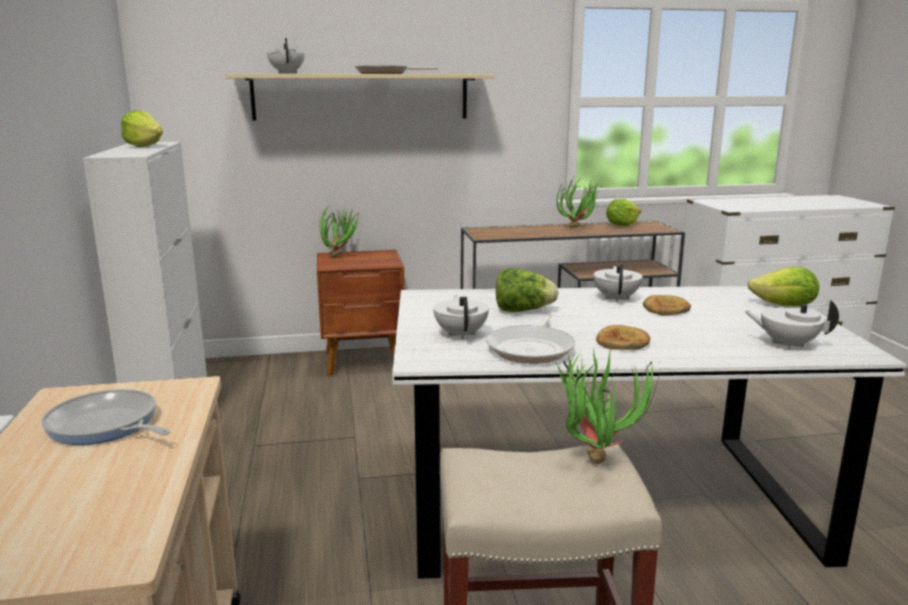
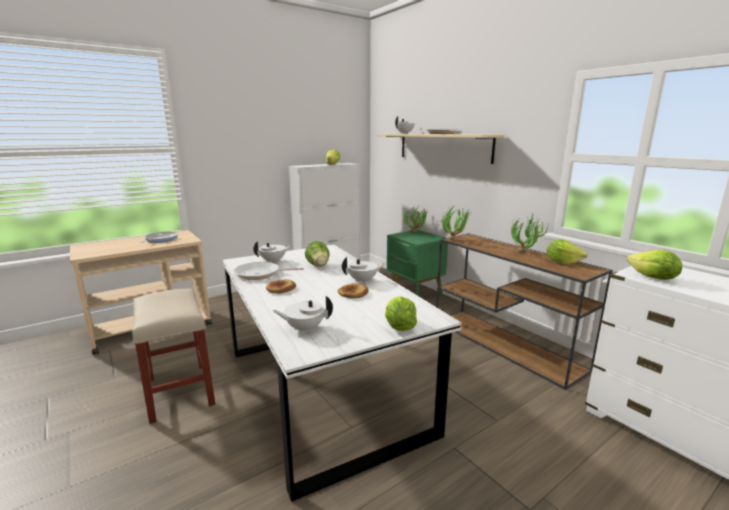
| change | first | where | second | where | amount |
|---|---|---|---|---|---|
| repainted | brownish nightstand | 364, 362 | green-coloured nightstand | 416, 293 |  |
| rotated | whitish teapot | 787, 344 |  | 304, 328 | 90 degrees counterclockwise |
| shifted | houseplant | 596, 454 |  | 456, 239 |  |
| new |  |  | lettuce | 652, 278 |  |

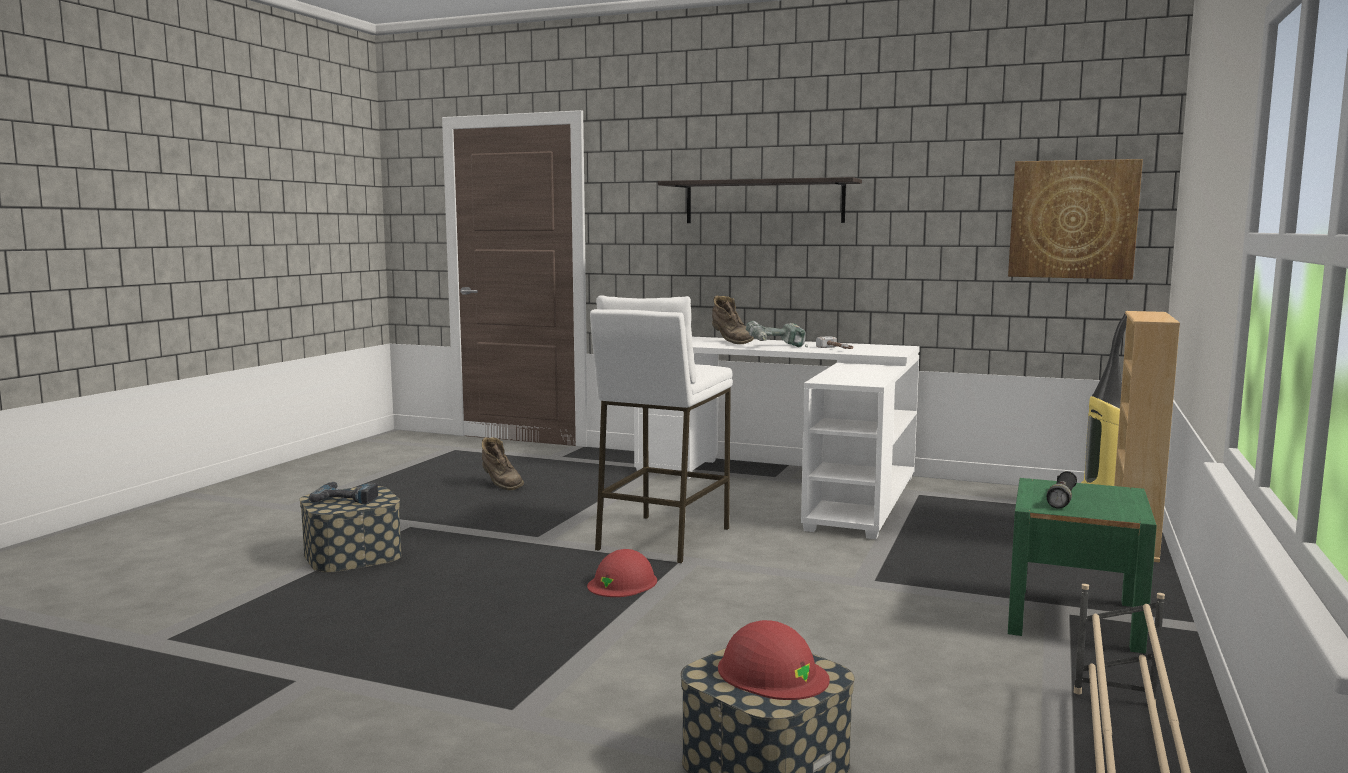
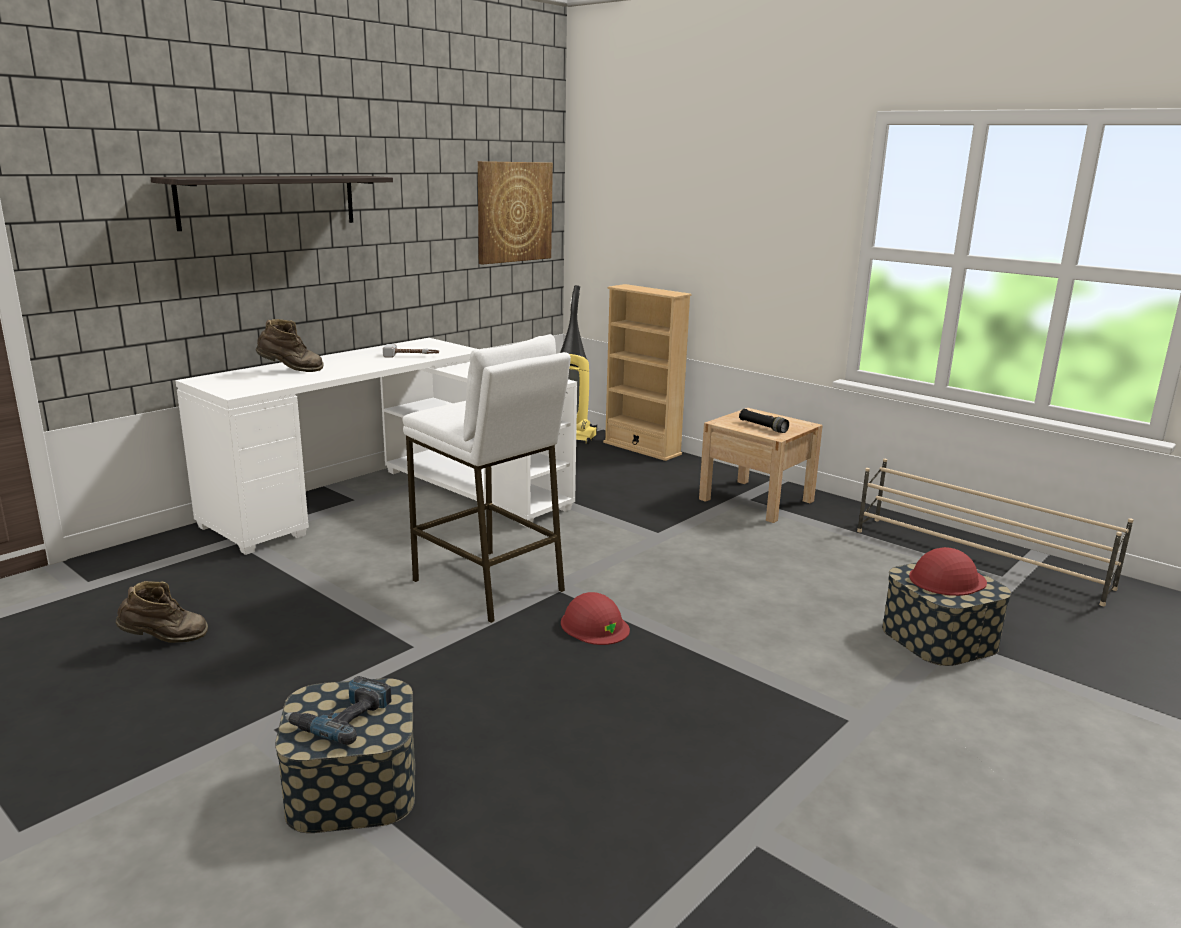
| change | first | where | second | where | amount |
|---|---|---|---|---|---|
| gone | drill | 777, 347 |  |  |  |
| repainted | green-coloured nightstand | 1073, 618 | beige-coloured nightstand | 756, 500 |  |

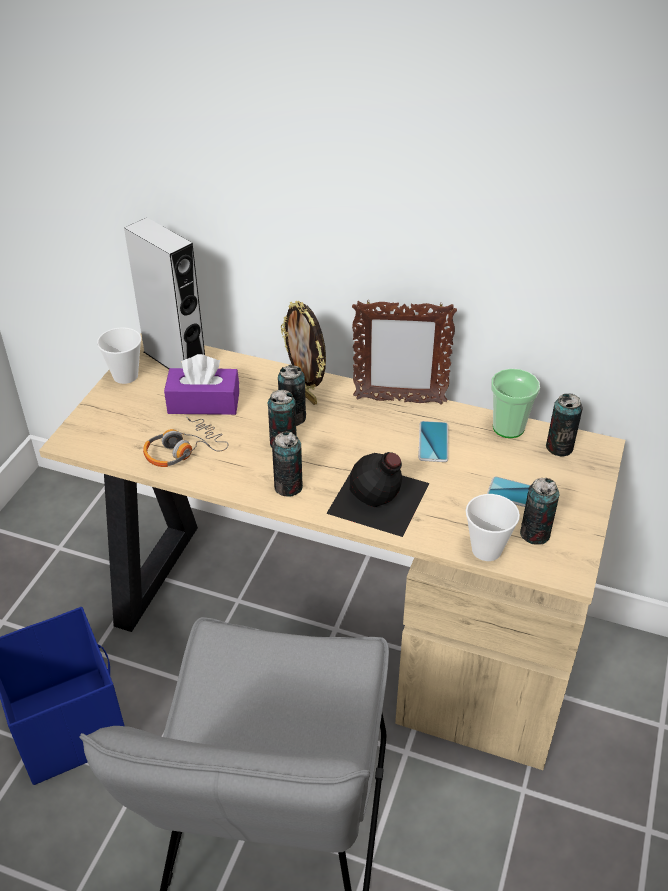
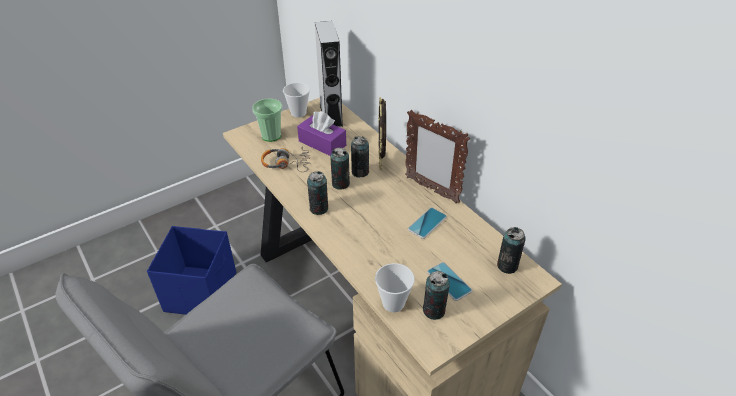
| change | first | where | second | where | amount |
|---|---|---|---|---|---|
| shifted | cup | 508, 428 |  | 271, 136 |  |
| gone | black bottle | 379, 499 |  |  |  |

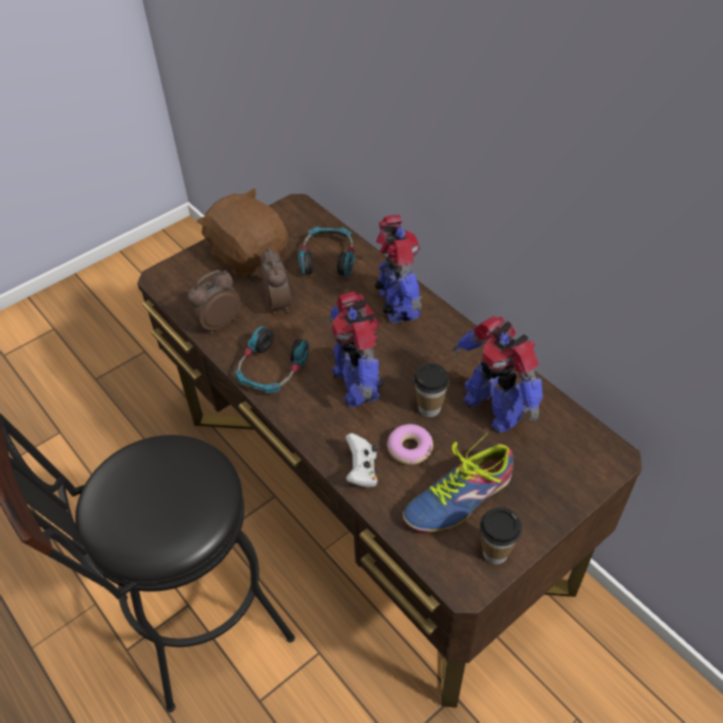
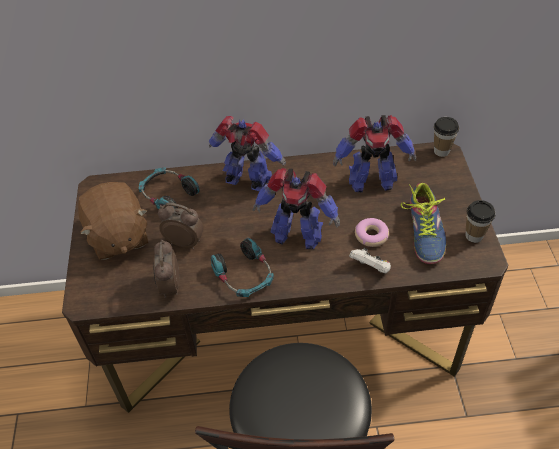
| change | first | where | second | where | amount |
|---|---|---|---|---|---|
| rotated | brownish soft toy | 249, 255 |  | 117, 237 | 105 degrees counterclockwise |
| shifted | cup | 429, 408 |  | 441, 151 |  |

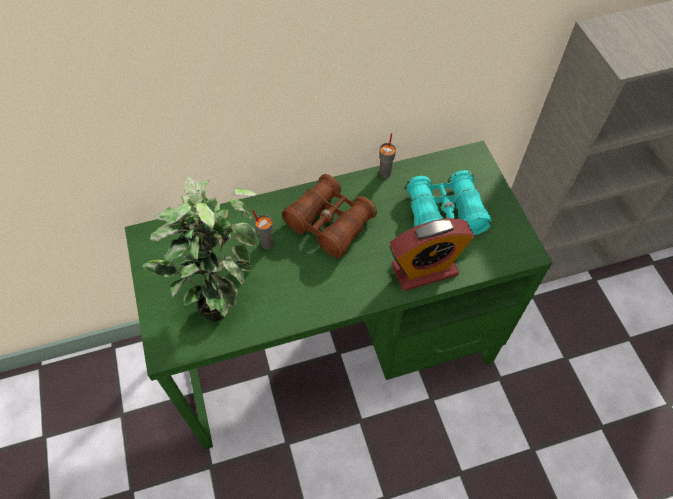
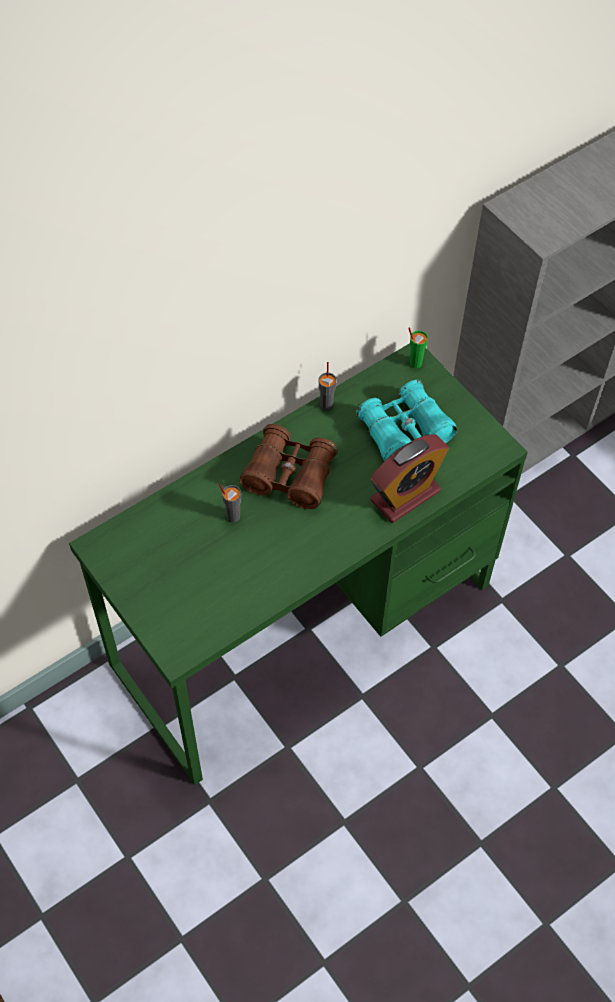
| change | first | where | second | where | amount |
|---|---|---|---|---|---|
| gone | houseplant | 220, 294 |  |  |  |
| new |  |  | green-coloured cup | 415, 363 |  |

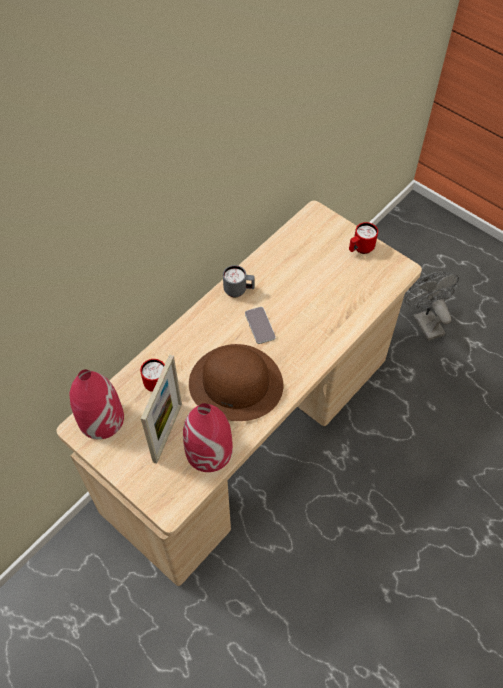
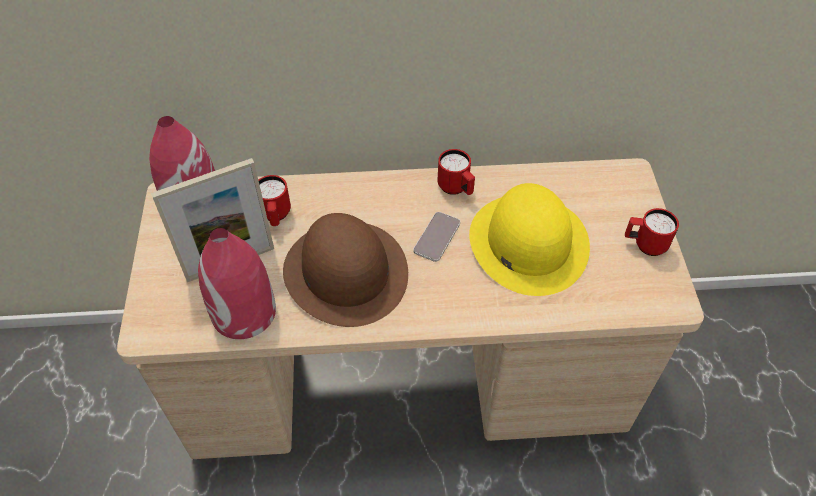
| change | first | where | second | where | amount |
|---|---|---|---|---|---|
| repainted | grey mug | 239, 290 | red-coloured mug | 456, 189 |  |
| gone | grey cooling fan | 425, 321 |  |  |  |
| new |  |  | yellowish wearable hat | 528, 242 |  |

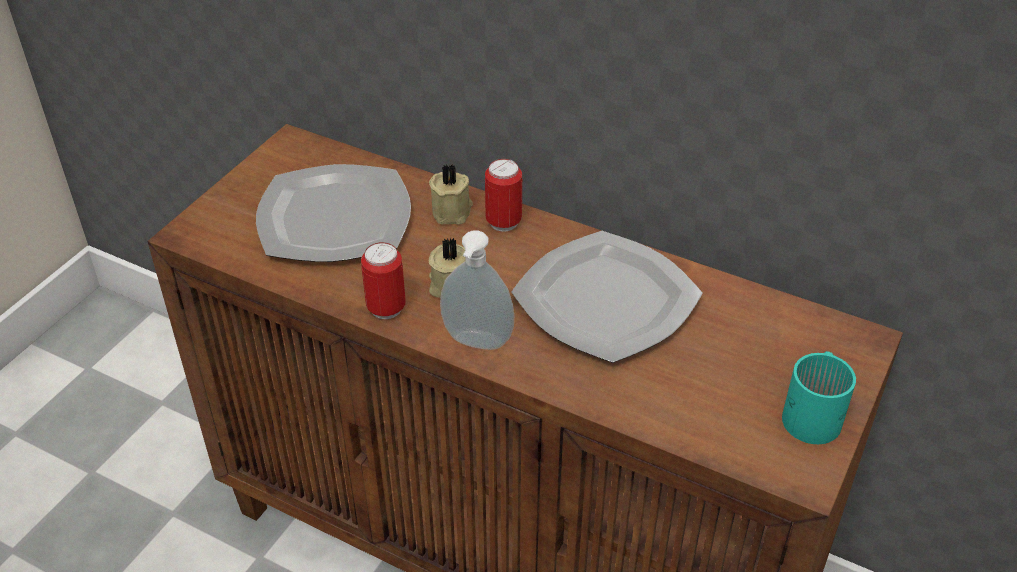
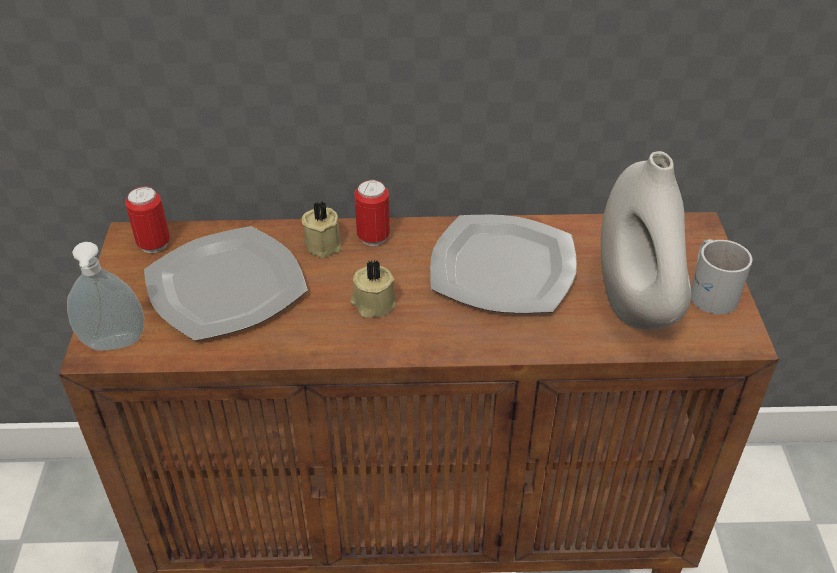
| change | first | where | second | where | amount |
|---|---|---|---|---|---|
| shifted | soap bottle | 476, 343 |  | 115, 345 |  |
| shifted | sealed can | 386, 308 |  | 154, 244 |  |
| repainted | blue-green mug | 816, 413 | whitish mug | 711, 290 |  |
| new |  |  | whitish vase | 635, 303 |  |

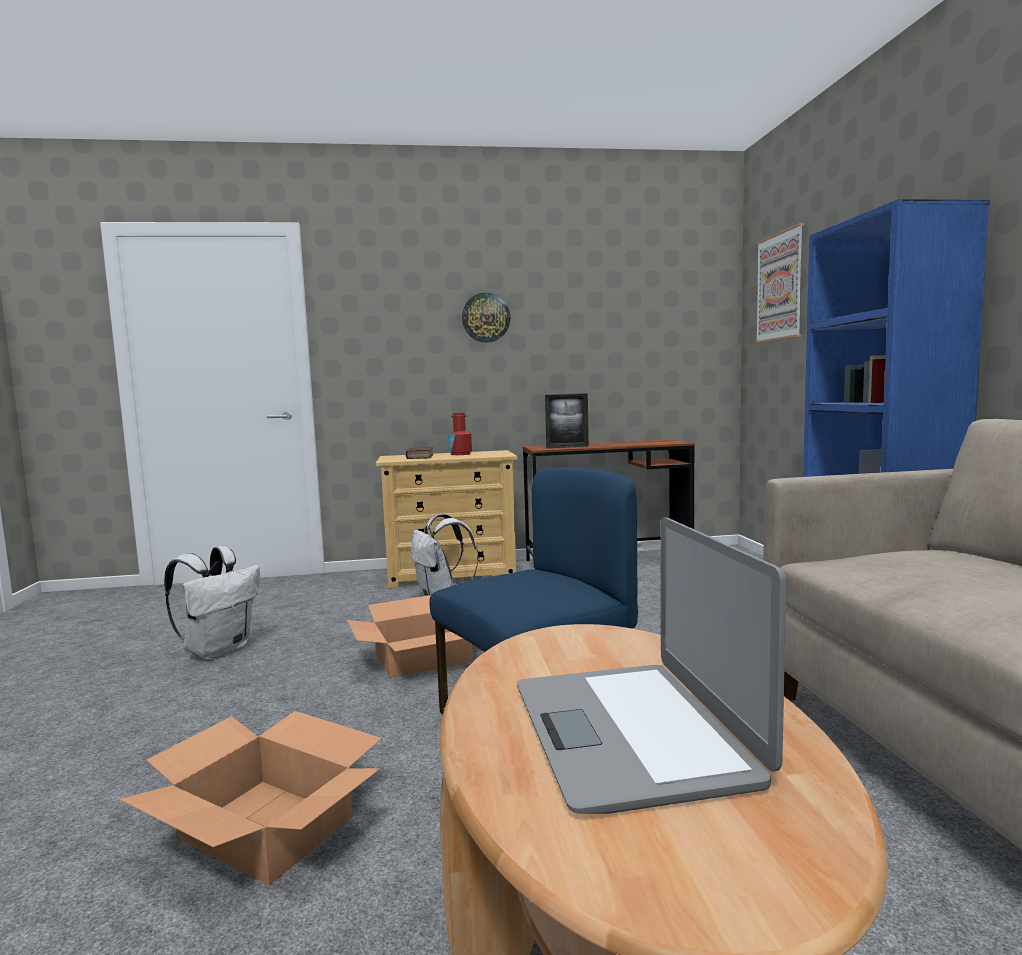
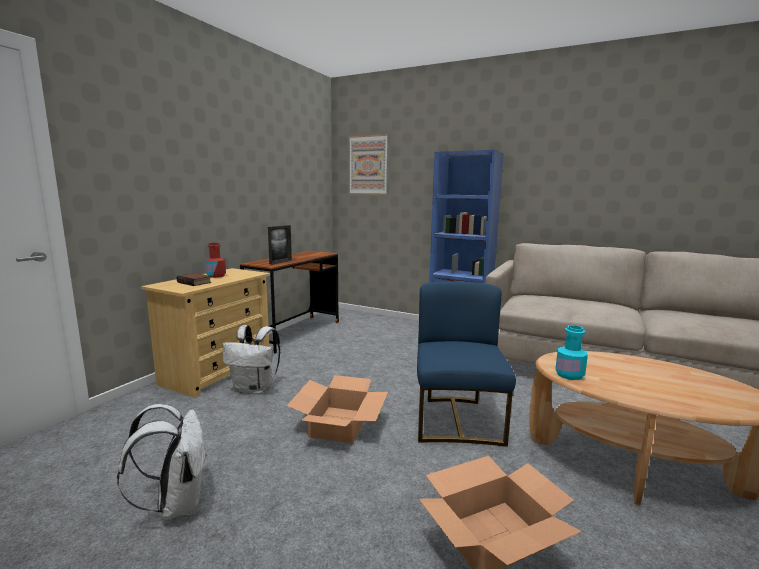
| change | first | where | second | where | amount |
|---|---|---|---|---|---|
| gone | clock on the wall | 486, 317 |  |  |  |
| gone | notebook computer | 632, 732 |  |  |  |
| new |  |  | blue-green bottle | 569, 375 |  |

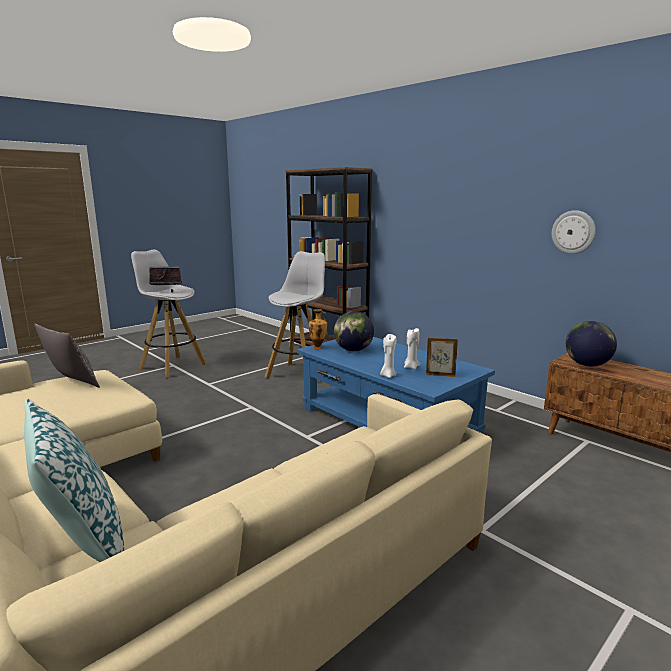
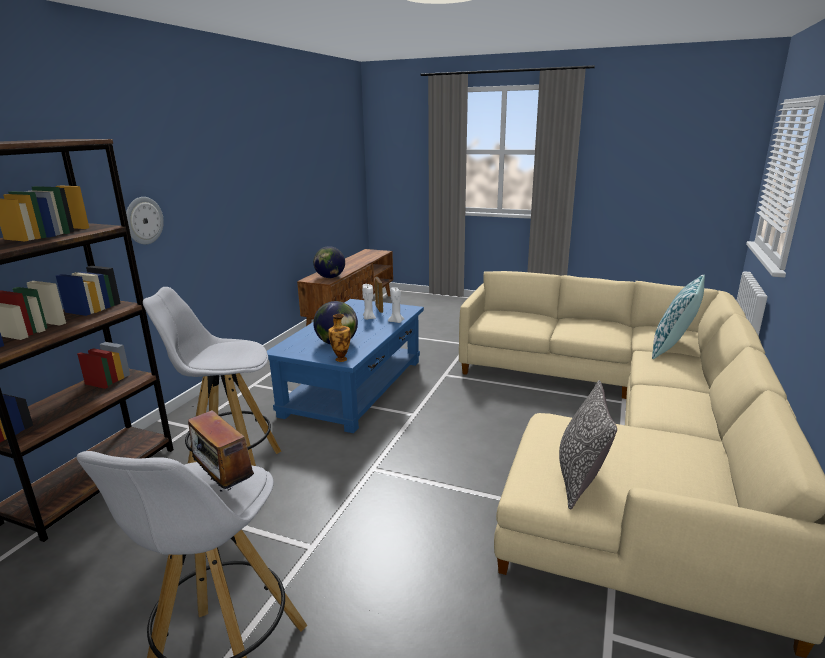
| change | first | where | second | where | amount |
|---|---|---|---|---|---|
| shifted | clock on the wall | 573, 232 |  | 143, 220 |  |

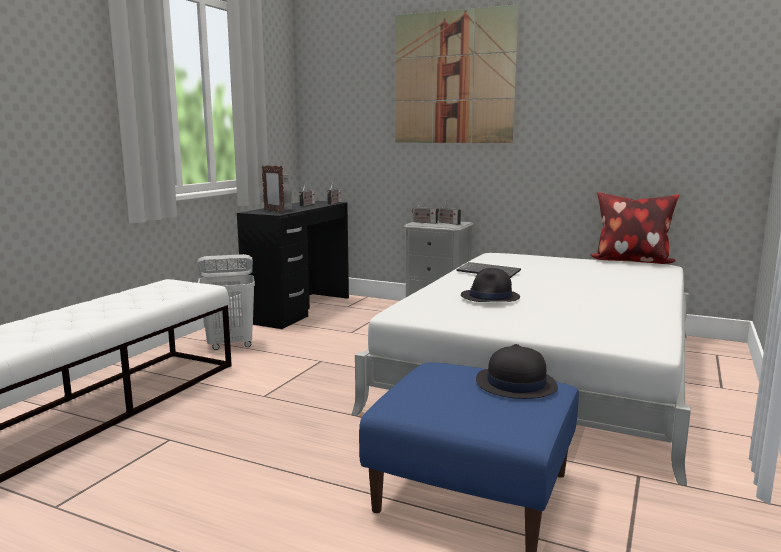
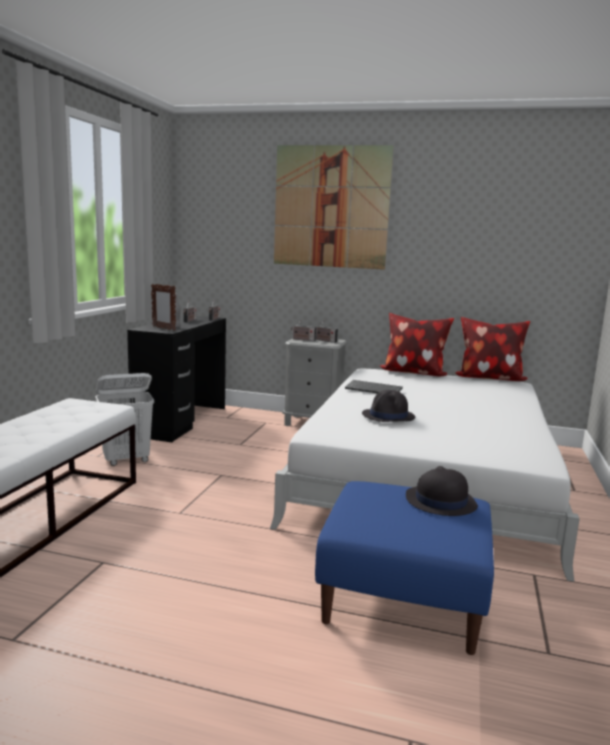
| change | first | where | second | where | amount |
|---|---|---|---|---|---|
| new |  |  | throw pillow | 413, 373 |  |

